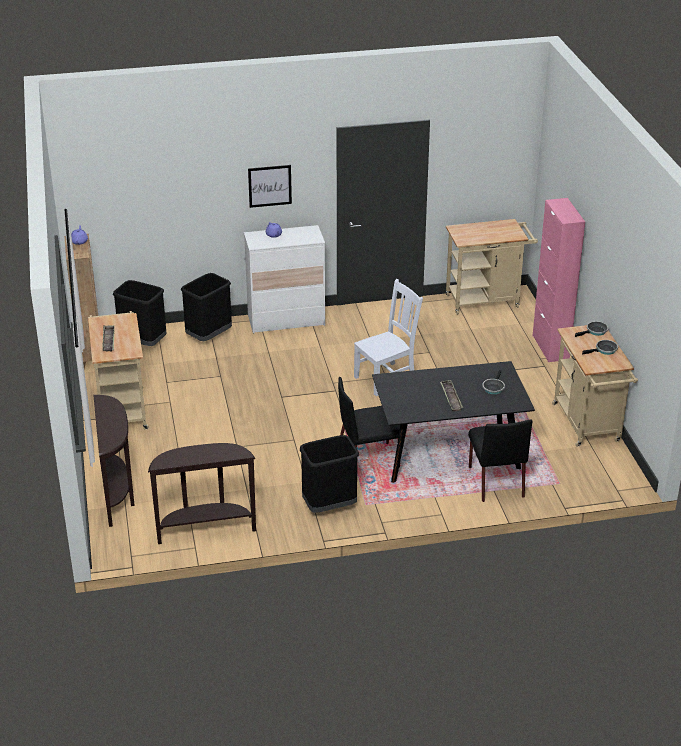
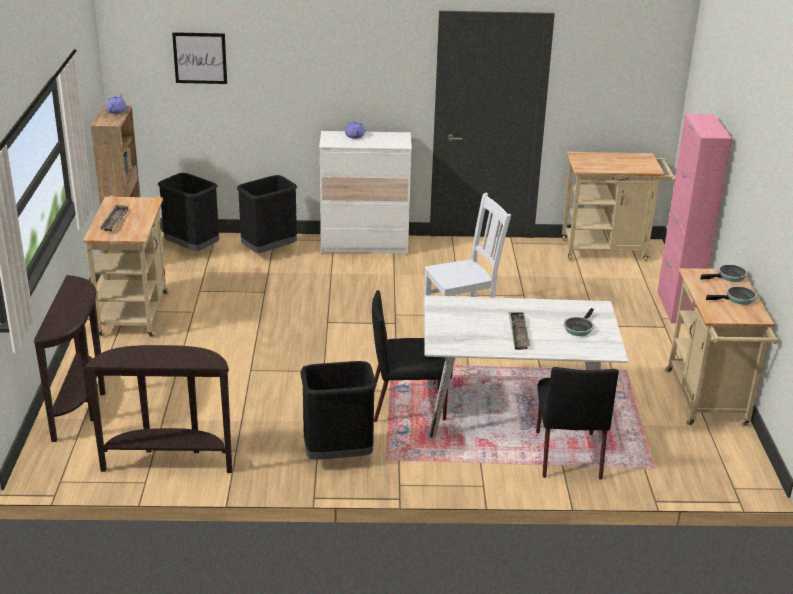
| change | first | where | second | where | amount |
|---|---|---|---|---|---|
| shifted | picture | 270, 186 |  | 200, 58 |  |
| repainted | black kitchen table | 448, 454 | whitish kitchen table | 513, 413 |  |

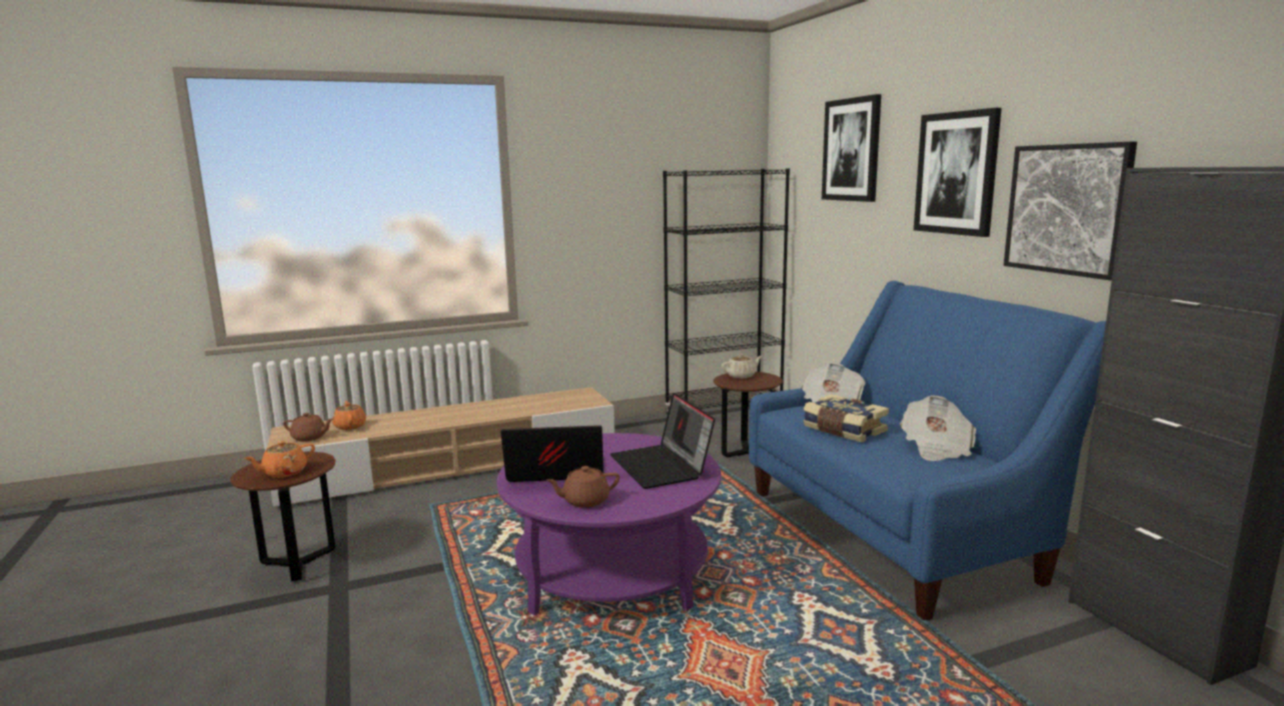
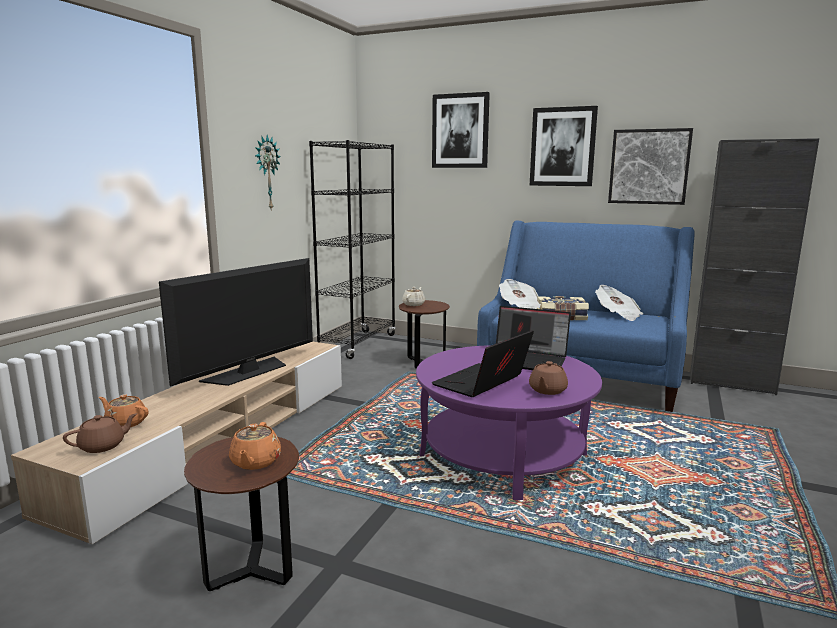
| change | first | where | second | where | amount |
|---|---|---|---|---|---|
| new |  |  | clock on the wall | 266, 173 |  |
| new |  |  | television | 248, 372 |  |

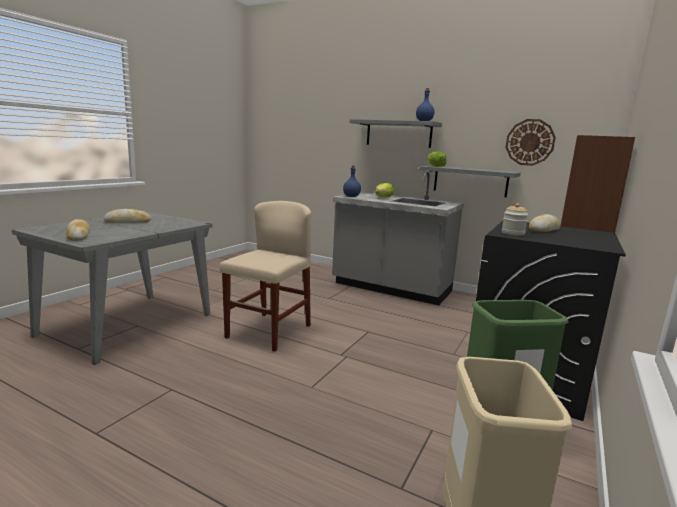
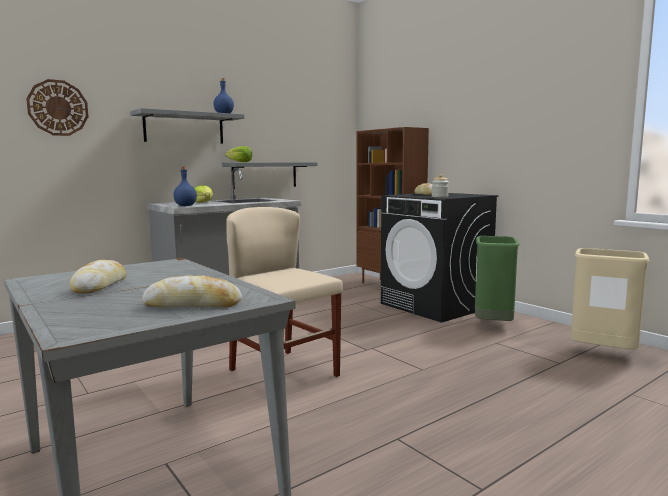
| change | first | where | second | where | amount |
|---|---|---|---|---|---|
| shifted | clock on the wall | 530, 142 |  | 58, 108 |  |

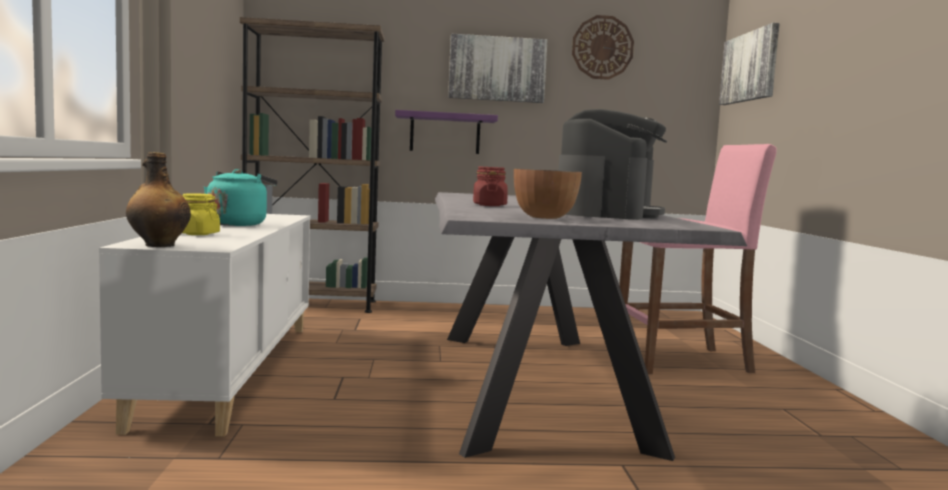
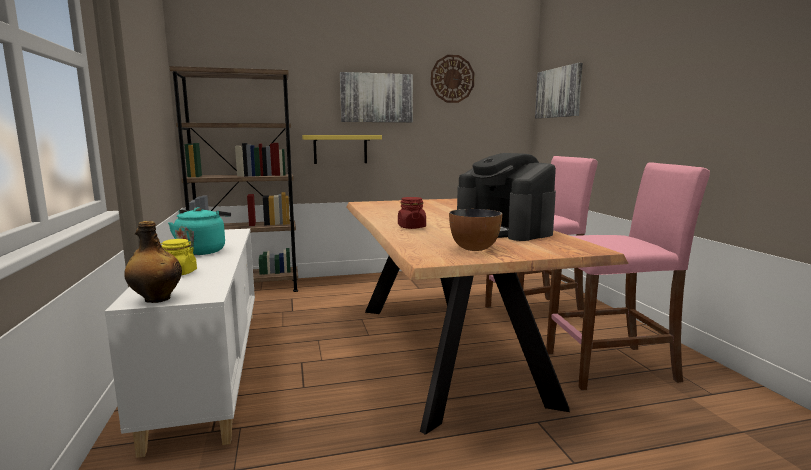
| change | first | where | second | where | amount |
|---|---|---|---|---|---|
| rotated | coffee maker | 607, 213 |  | 504, 230 | 135 degrees clockwise |
| repainted | purplish wall shelf | 445, 133 | yellowish wall shelf | 340, 149 |  |
| repainted | grey kitchen table | 533, 385 | brownish kitchen table | 444, 350 |  |
| new |  |  | pink stool | 611, 367 |  |

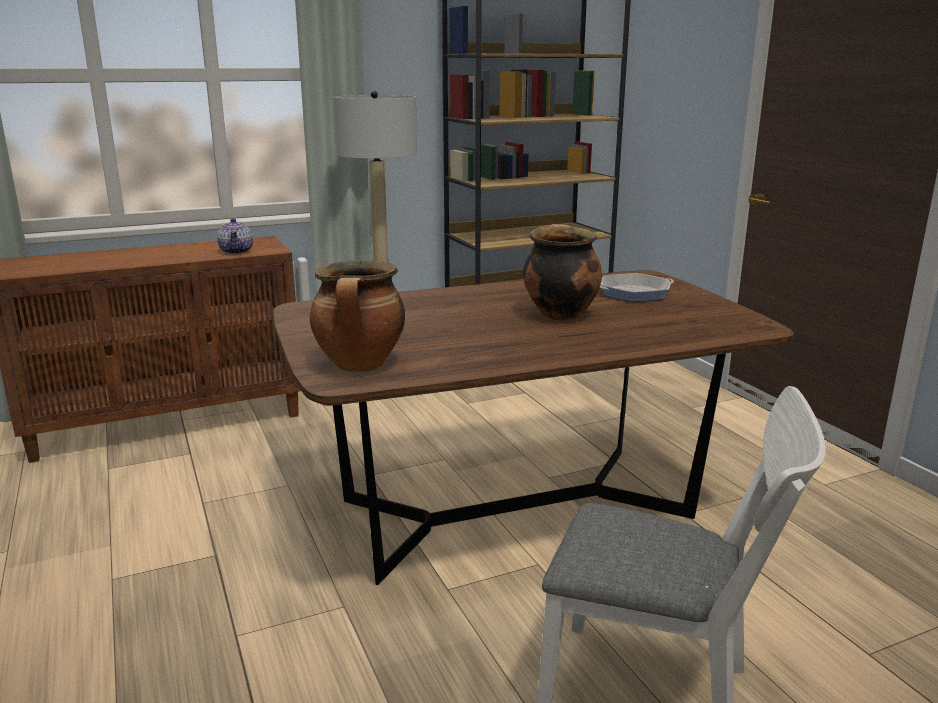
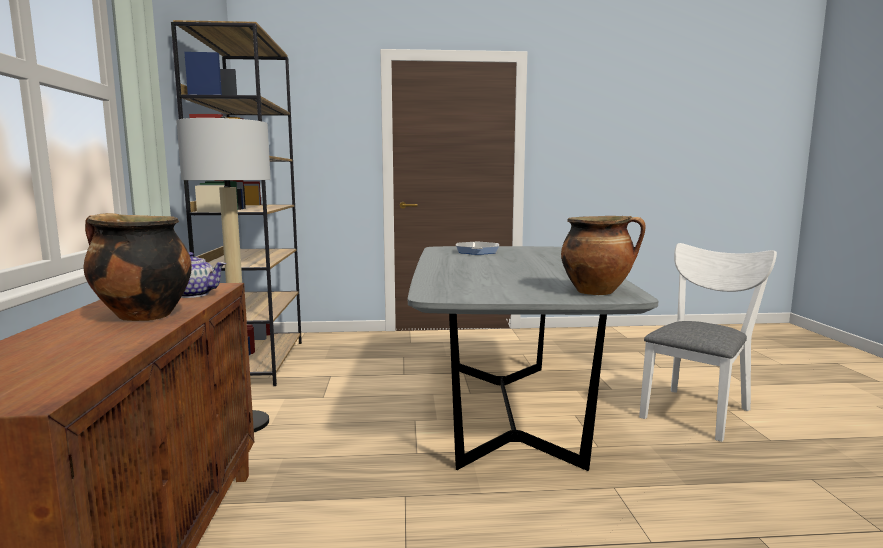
| change | first | where | second | where | amount |
|---|---|---|---|---|---|
| shifted | stockpot | 559, 314 |  | 141, 316 |  |
| repainted | brownish kitchen table | 516, 510 | grey kitchen table | 508, 409 |  |

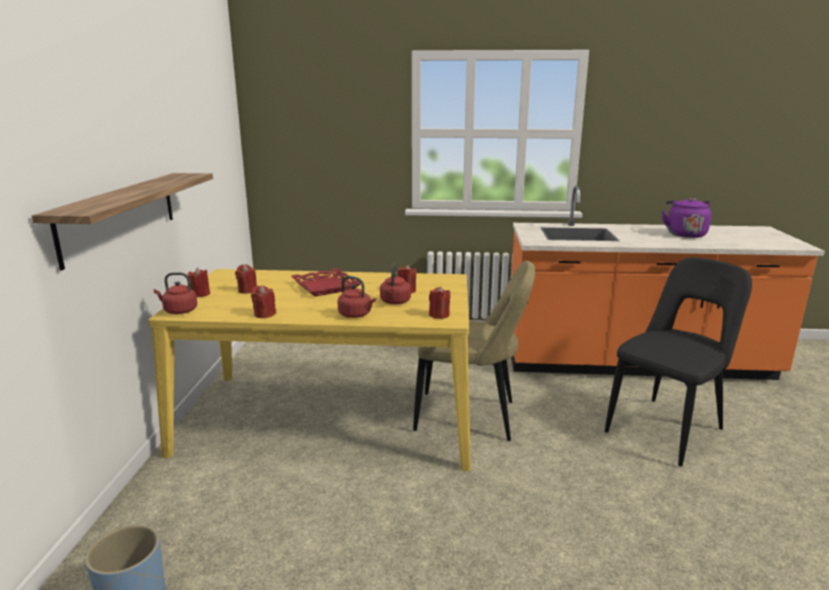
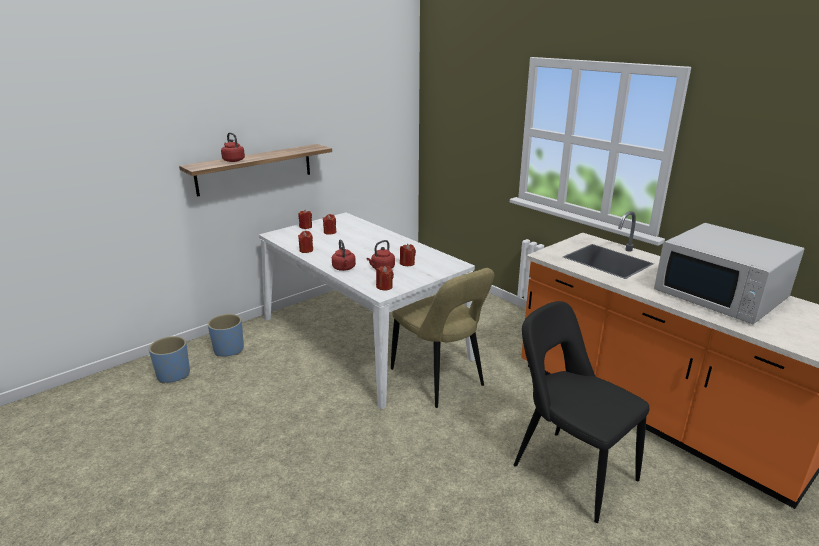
| change | first | where | second | where | amount |
|---|---|---|---|---|---|
| swapped | purplish tea kettle | 684, 234 | whitish kitchen microwave | 721, 295 |  |
| rotated | black plain chair | 667, 429 |  | 569, 470 | 135 degrees counterclockwise |
| gone | red-coloured tray | 325, 287 |  |  |  |
| repainted | yellowish kitchen table | 331, 417 | whitish kitchen table | 363, 337 |  |
| shifted | red-coloured tea kettle | 179, 311 |  | 233, 160 |  |
| new |  |  | blue-coloured flower pot | 229, 350 |  |

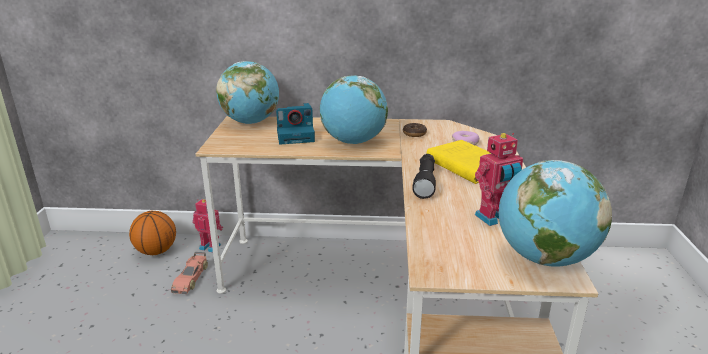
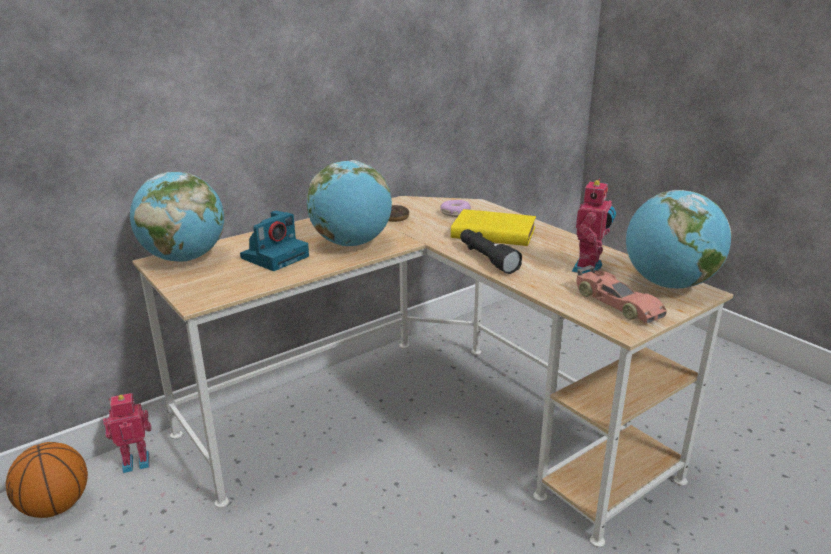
| change | first | where | second | where | amount |
|---|---|---|---|---|---|
| shifted | model car | 191, 278 |  | 616, 304 |  |

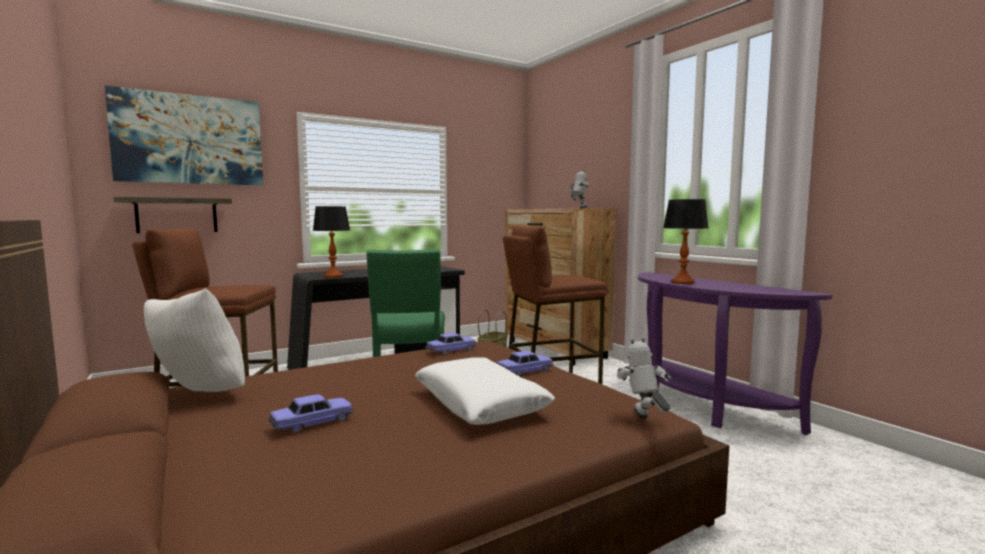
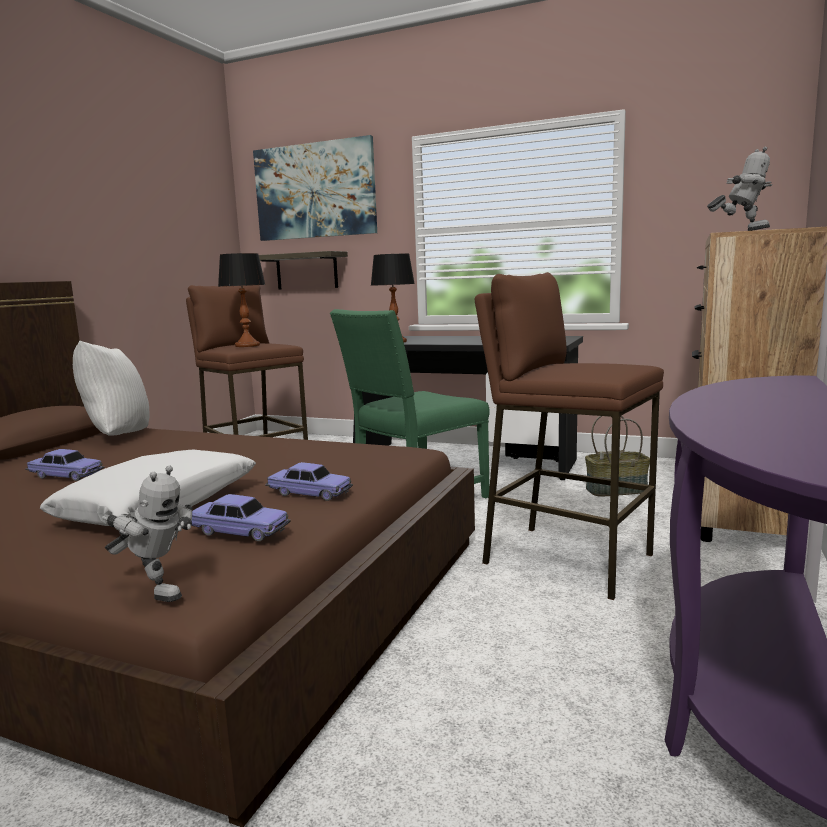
| change | first | where | second | where | amount |
|---|---|---|---|---|---|
| shifted | tabletop lamp | 682, 282 |  | 247, 345 |  |
| shifted | model car | 451, 350 |  | 239, 531 |  |
| rotated | model robot | 643, 421 |  | 156, 591 | 75 degrees clockwise |

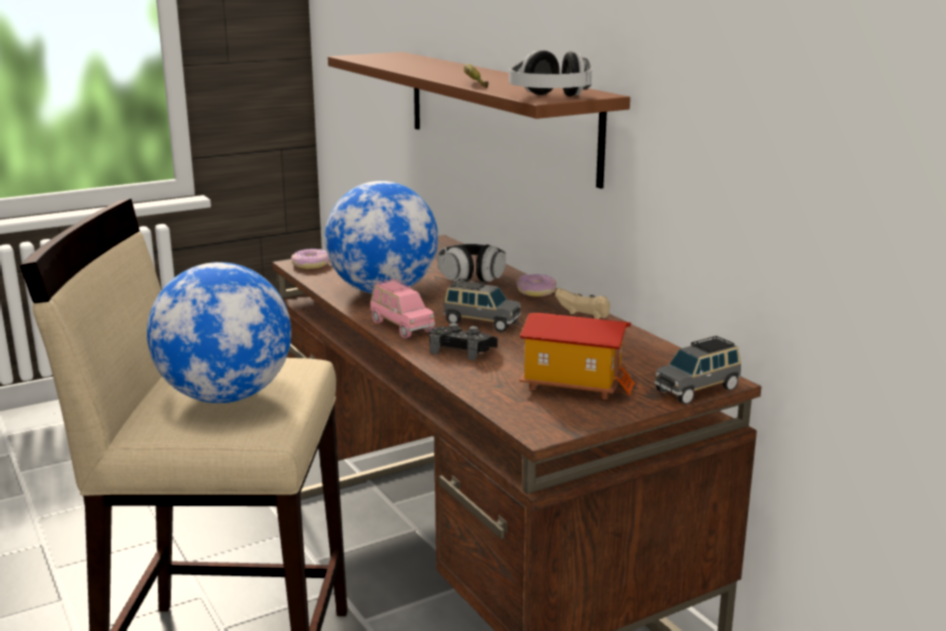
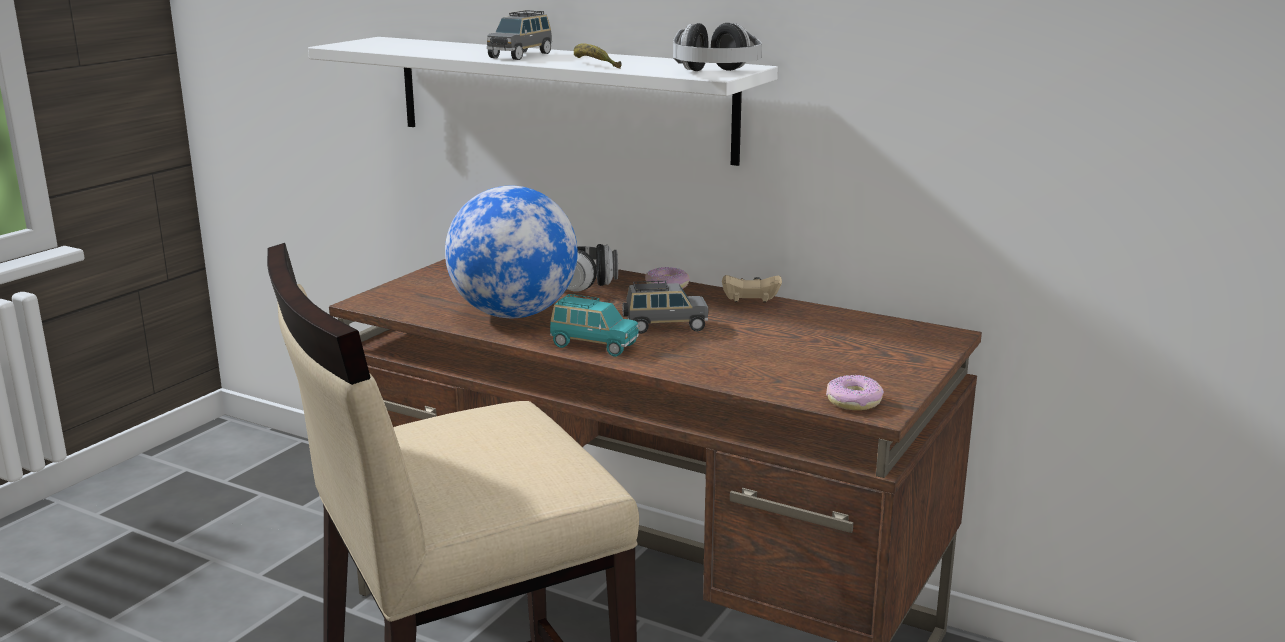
| change | first | where | second | where | amount |
|---|---|---|---|---|---|
| repainted | brownish wall shelf | 497, 112 | whitish wall shelf | 560, 97 |  |
| shifted | ring doughnut | 311, 264 |  | 854, 401 |  |
| gone | desk globe | 226, 396 |  |  |  |
| repainted | pink model car | 401, 326 | blue-green model car | 593, 345 |  |
| gone | toy house | 574, 383 |  |  |  |
| gone | black gamepad | 461, 350 |  |  |  |
| shifted | grey model car | 698, 390 |  | 521, 55 |  |

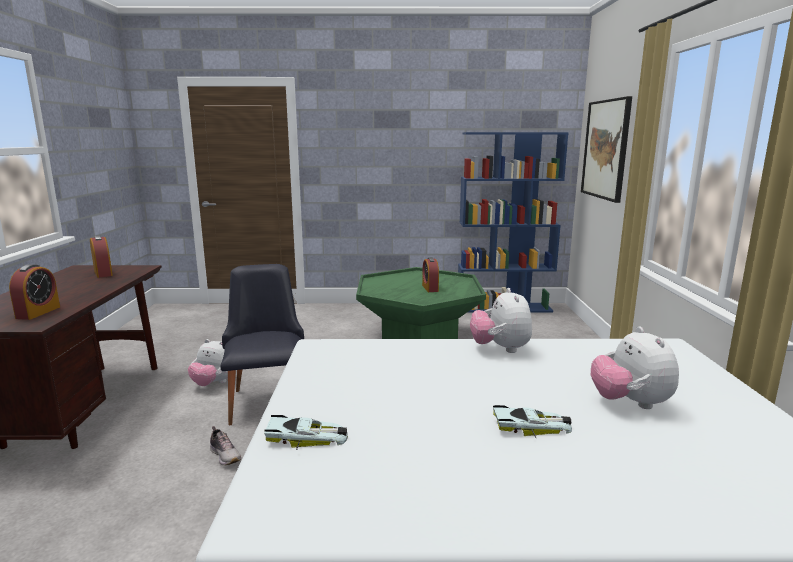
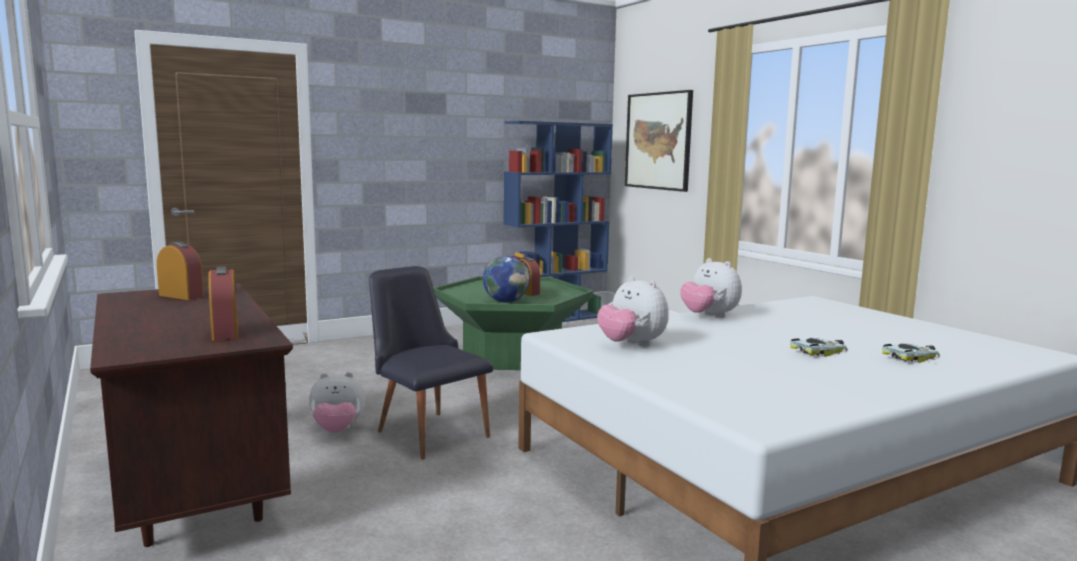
| change | first | where | second | where | amount |
|---|---|---|---|---|---|
| shifted | soft toy | 630, 403 |  | 631, 345 |  |
| shifted | model car | 307, 438 |  | 913, 358 |  |
| gone | item of footwear | 225, 455 |  |  |  |
| new |  |  | desk globe | 506, 301 |  |

